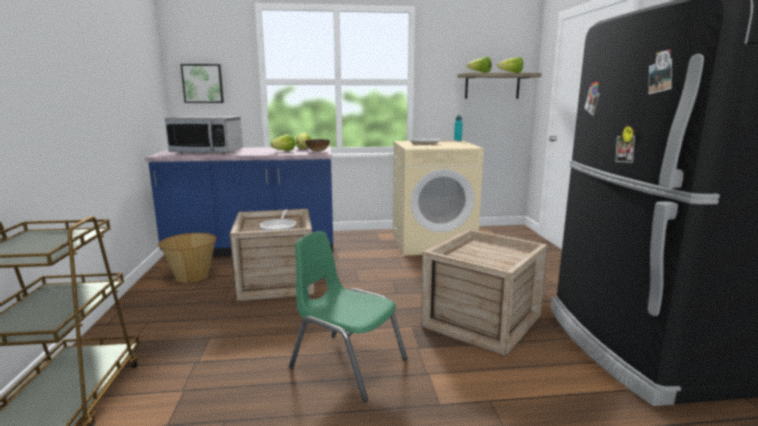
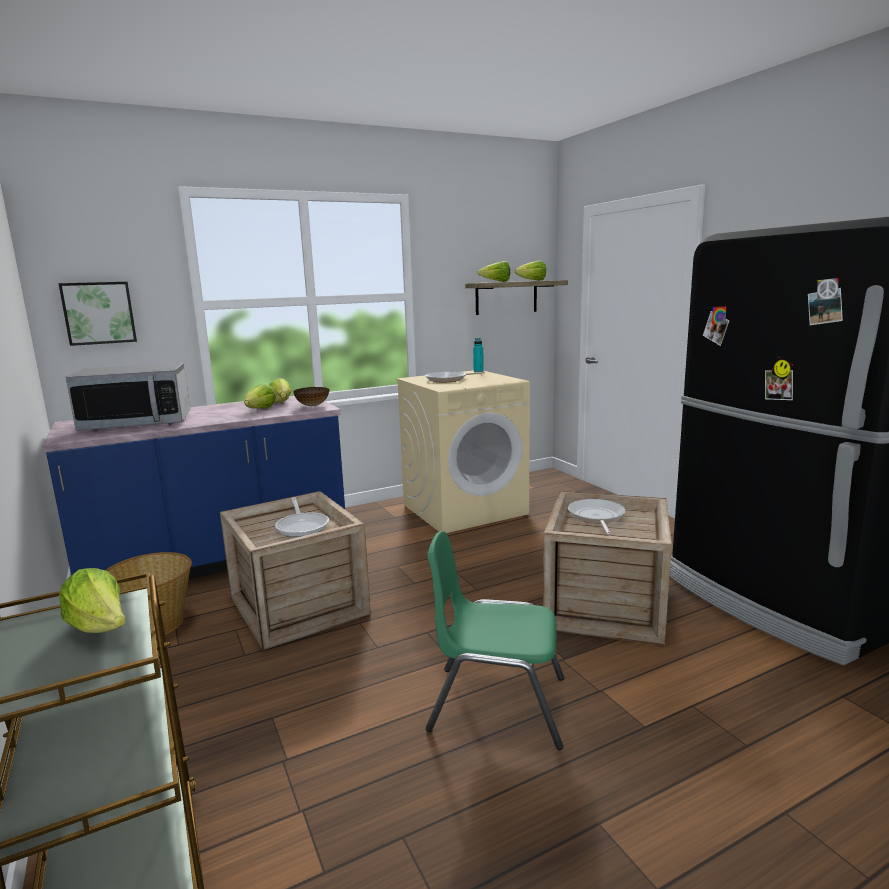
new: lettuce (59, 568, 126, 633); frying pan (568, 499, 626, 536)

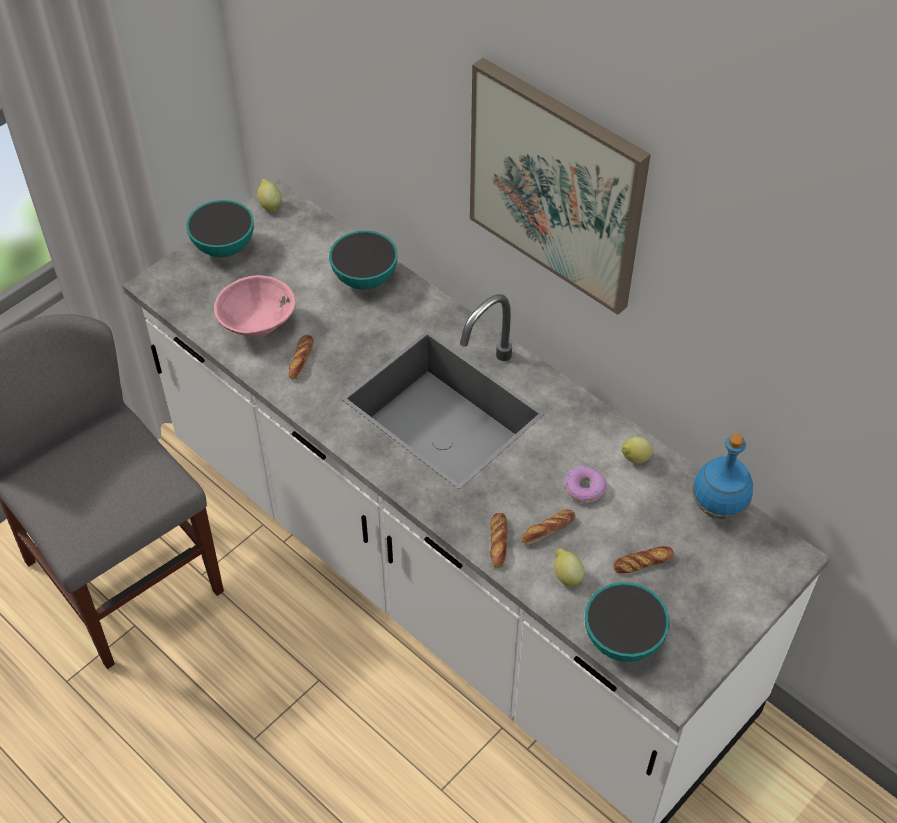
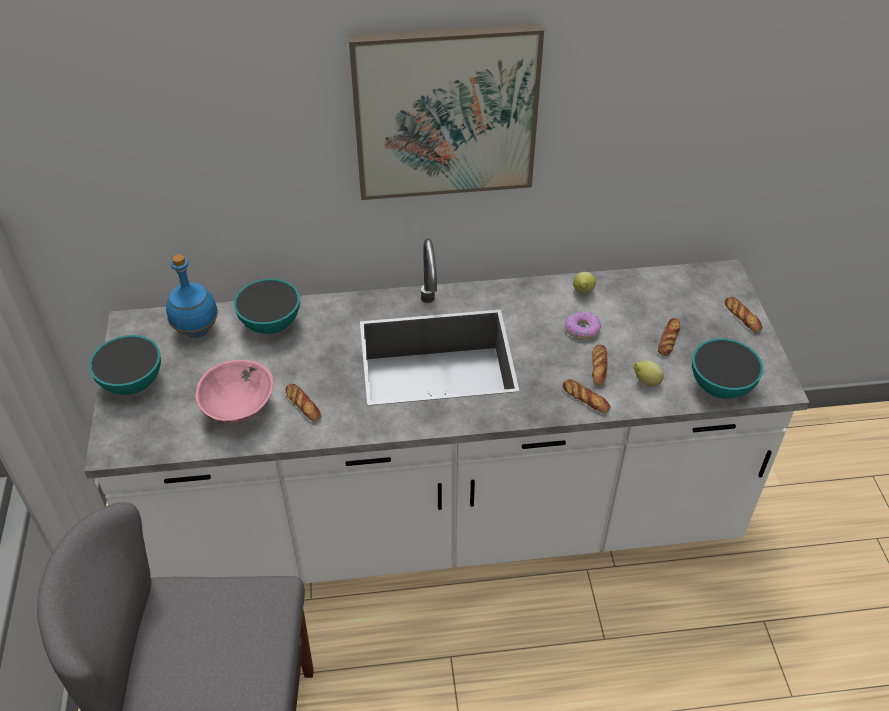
gone: lemon (257, 178, 282, 211)
new: bread (725, 297, 763, 333)
shifted: blue bottle (692, 434, 753, 519) to (166, 254, 218, 338)

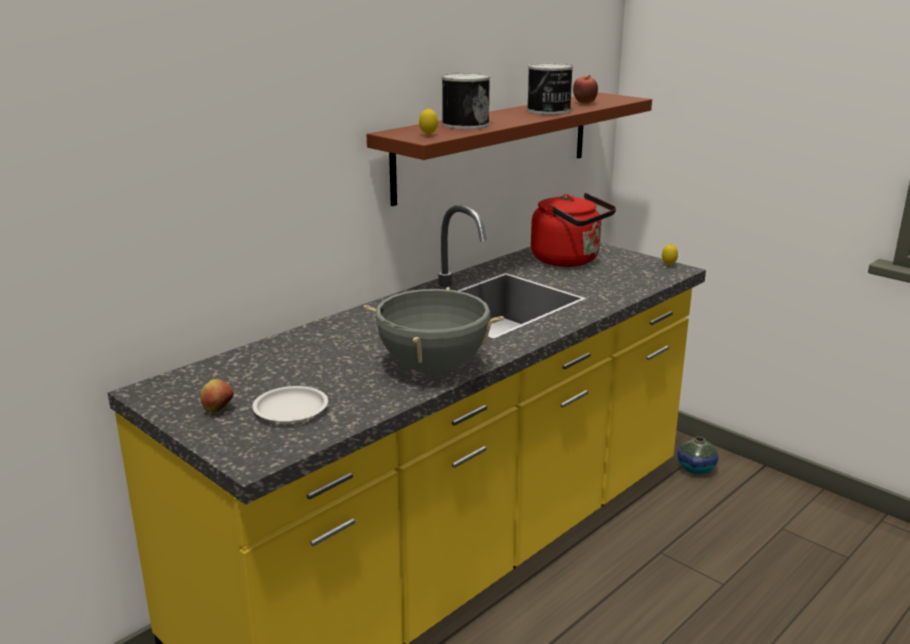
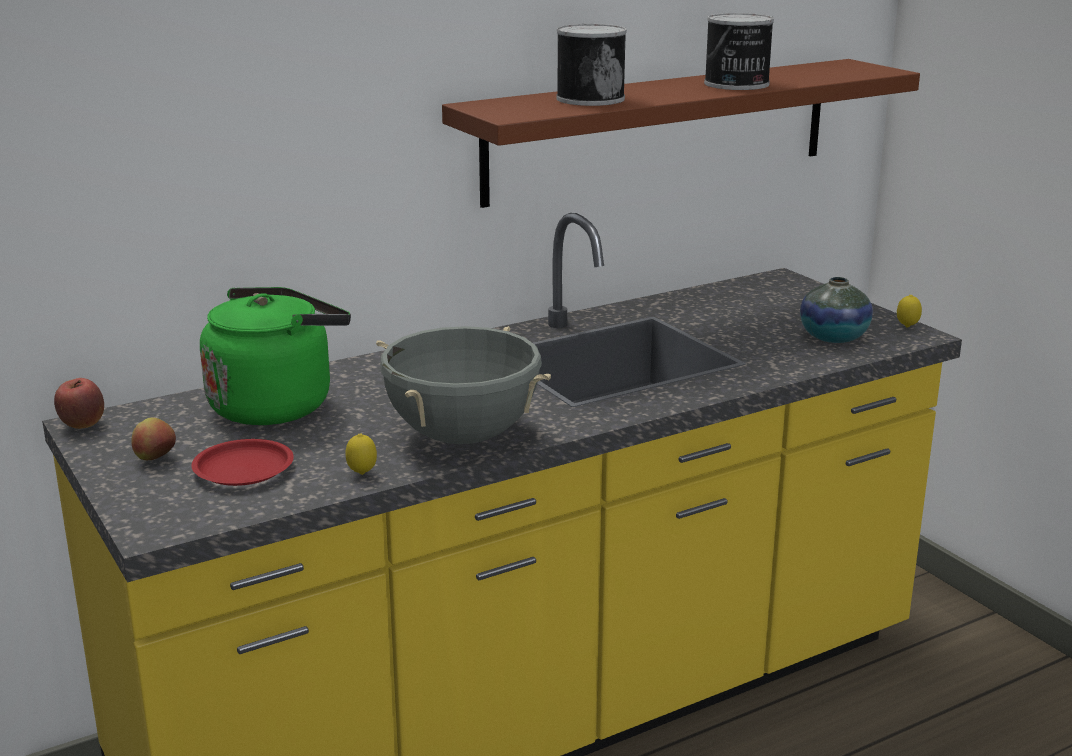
gone: red kettle (531, 193, 616, 267)
new: green kettle (200, 287, 351, 425)
shifted: apple (573, 75, 598, 104) to (54, 378, 104, 429); lemon (419, 108, 438, 136) to (345, 433, 377, 475); vase (677, 437, 719, 475) to (800, 277, 873, 343)
repainted: white plate (252, 386, 328, 423) to red plate (191, 439, 294, 486)

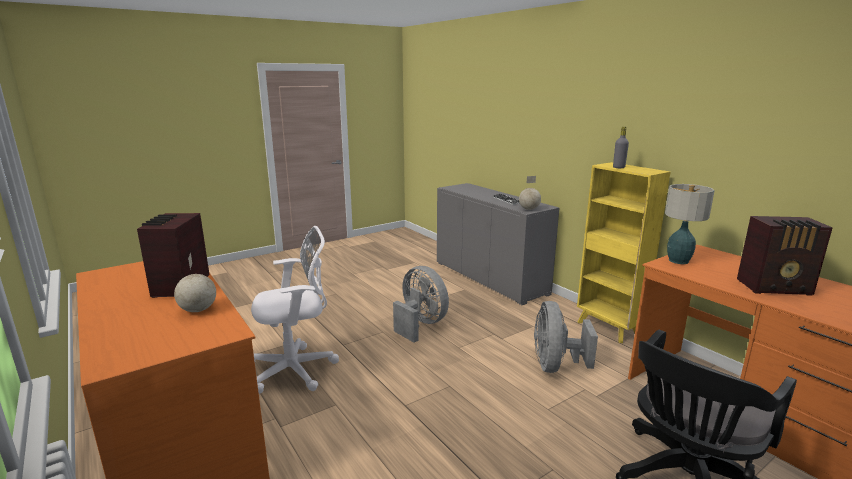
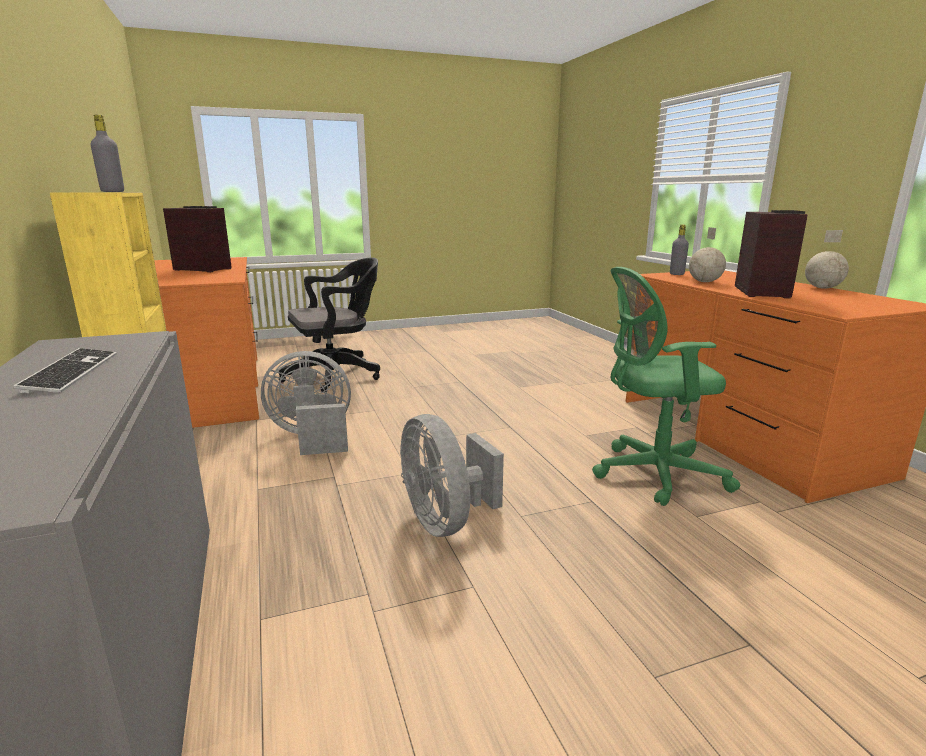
gone: table lamp (665, 184, 715, 264)
new: grey bottle (670, 225, 689, 275)
shifted: globe (519, 176, 541, 210) to (805, 230, 849, 289)
repainted: white office chair (251, 226, 339, 394) to green office chair (593, 267, 740, 506)
rotated: grey fan (534, 301, 598, 373) = (261, 351, 351, 455) 120 degrees counterclockwise

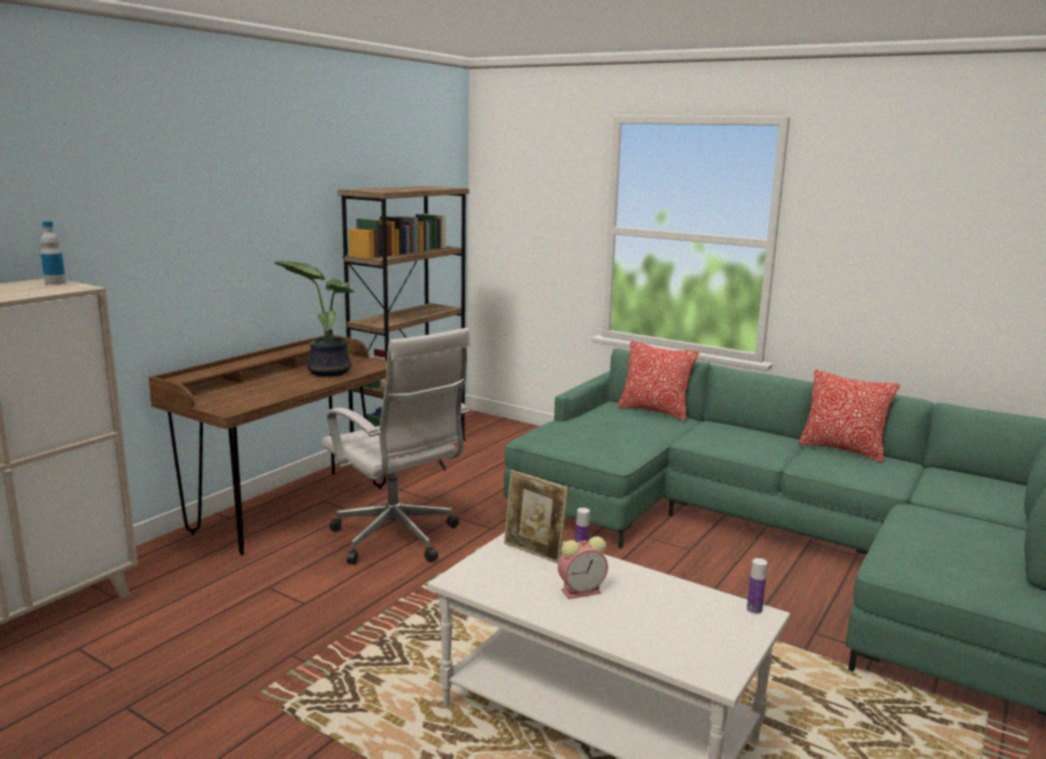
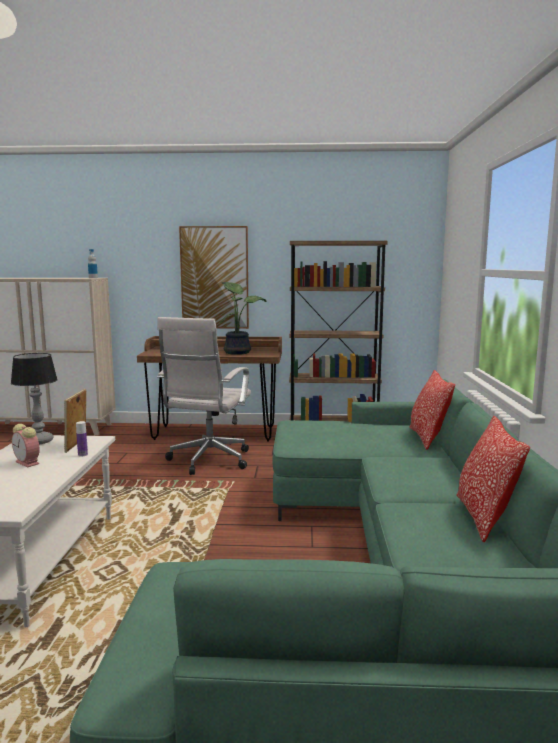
gone: bottle (747, 558, 767, 614)
new: table lamp (11, 353, 58, 444); picture (179, 226, 249, 329)

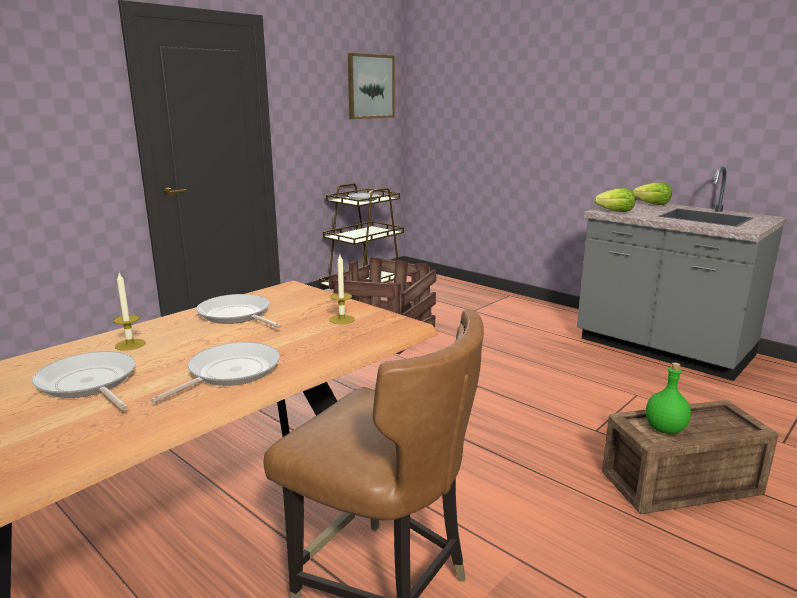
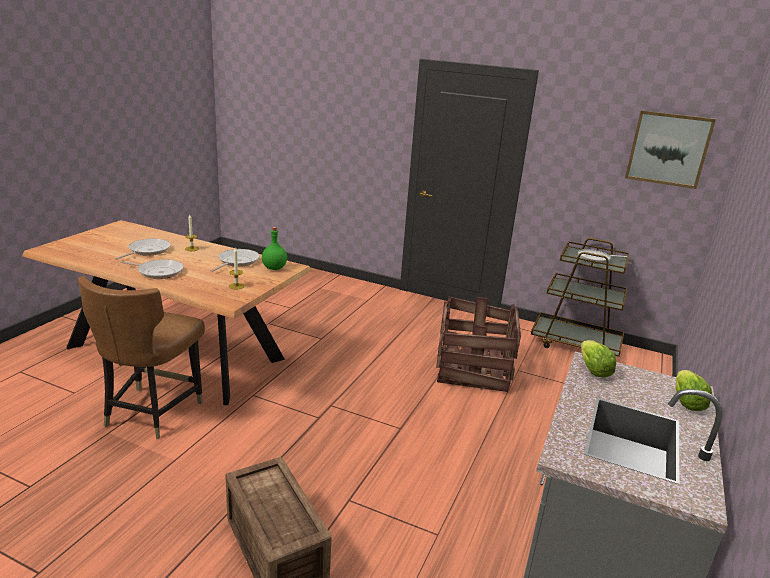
shifted: green bottle (646, 362, 691, 434) to (262, 227, 287, 270)

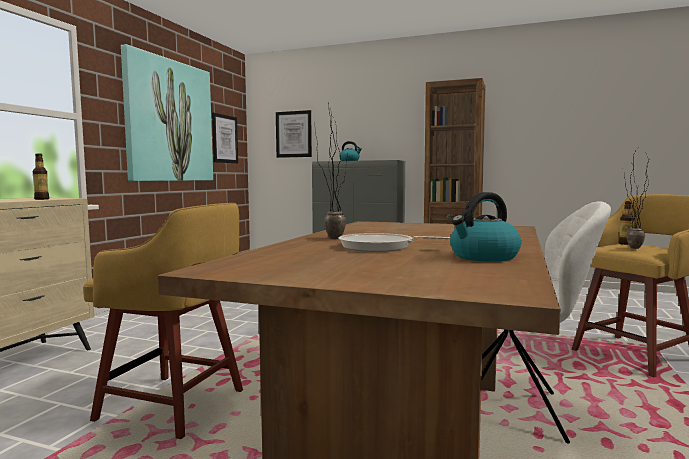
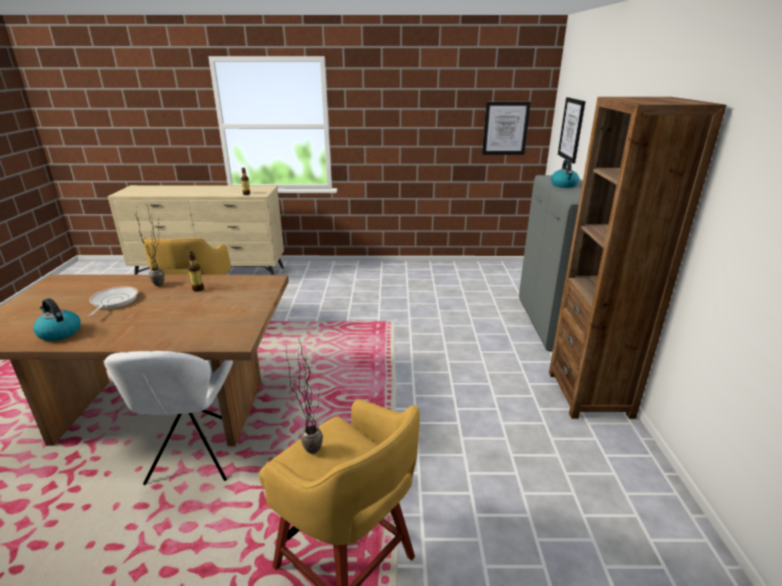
gone: picture (121, 44, 213, 181)
shifted: bottle (619, 201, 634, 245) to (188, 252, 204, 292)

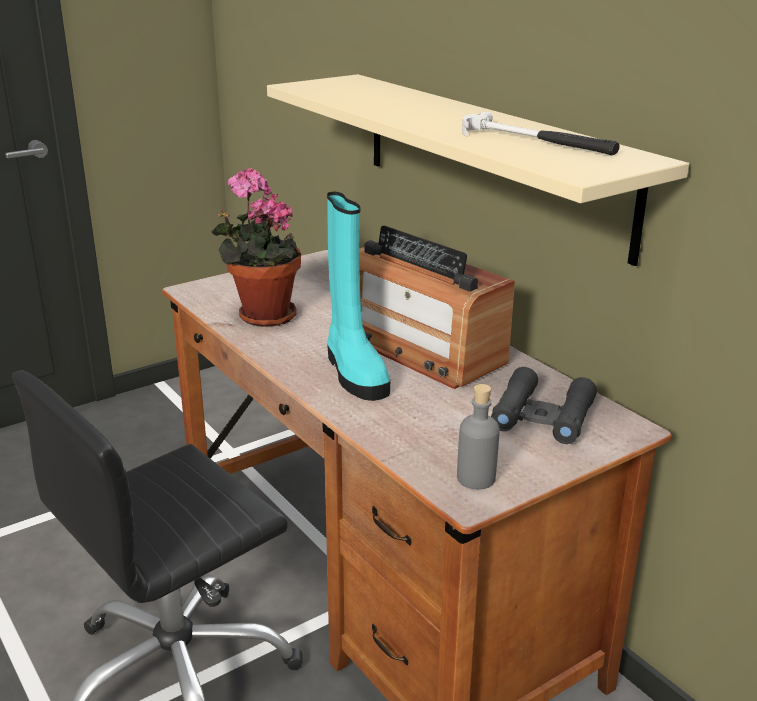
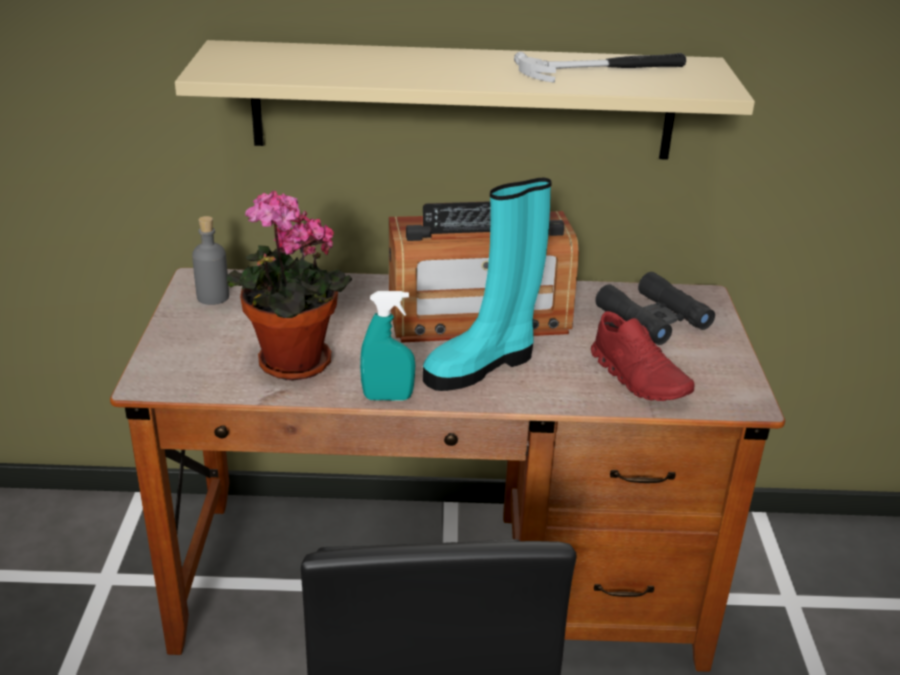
new: turquoise spray bottle (360, 291, 415, 401); red shoe (591, 311, 695, 401)
shifted: grey bottle (457, 384, 500, 489) to (192, 216, 229, 305)
rotated: turquoise boot (327, 192, 390, 401) = (423, 178, 551, 391) 135 degrees clockwise

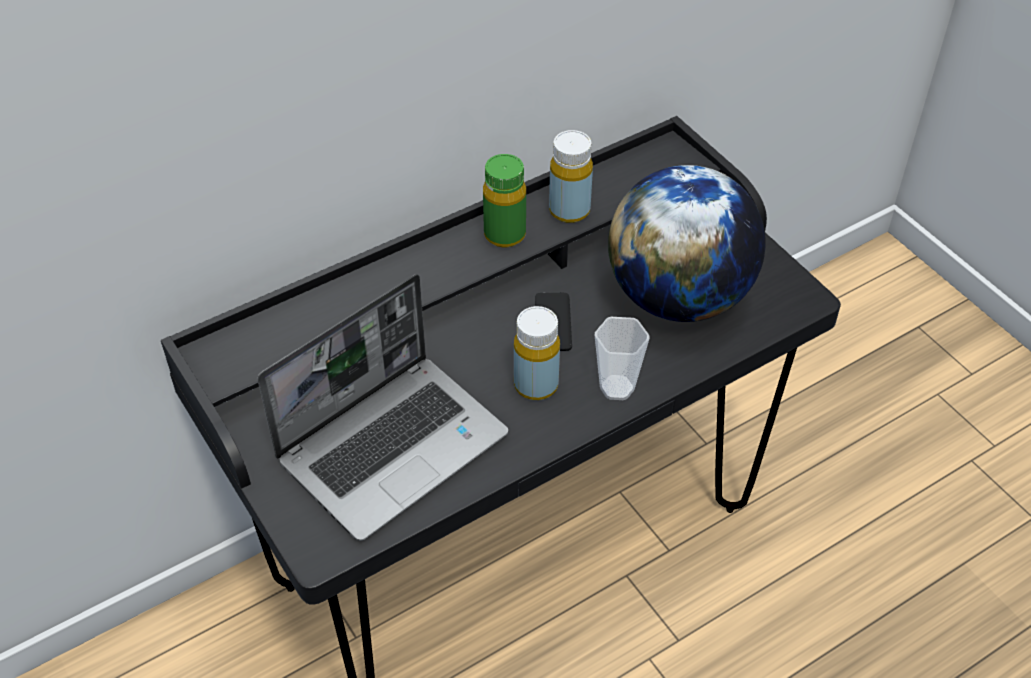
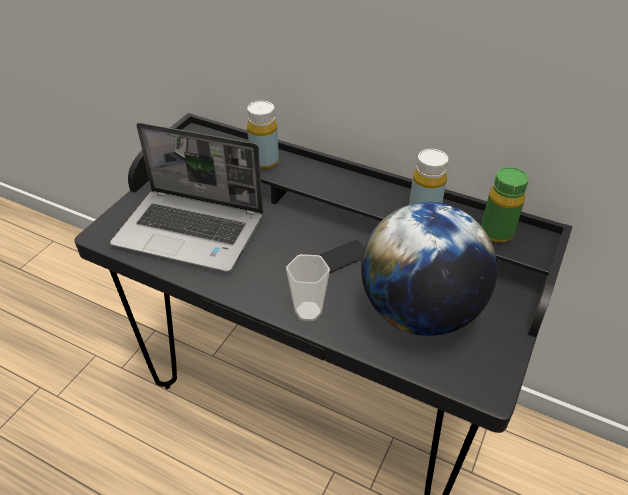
shifted: yellow bottle (514, 306, 560, 400) to (247, 101, 279, 169); green bottle (483, 154, 526, 247) to (481, 167, 529, 243)

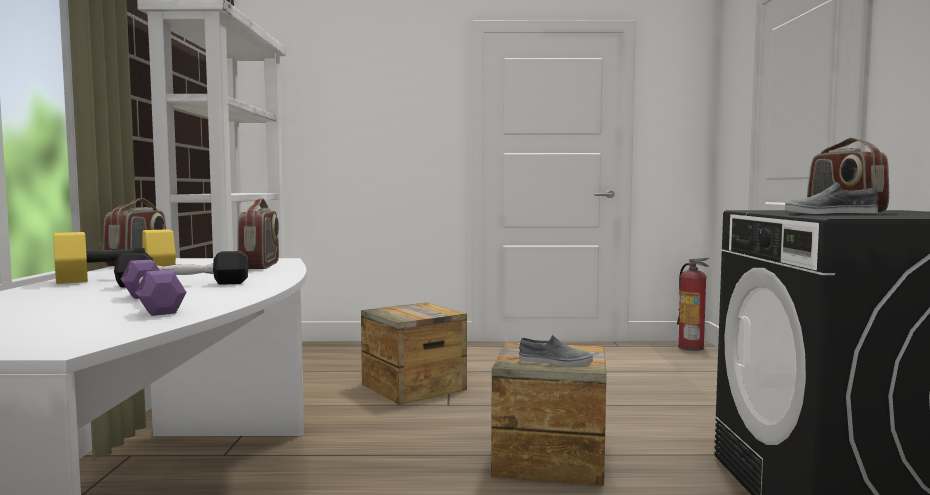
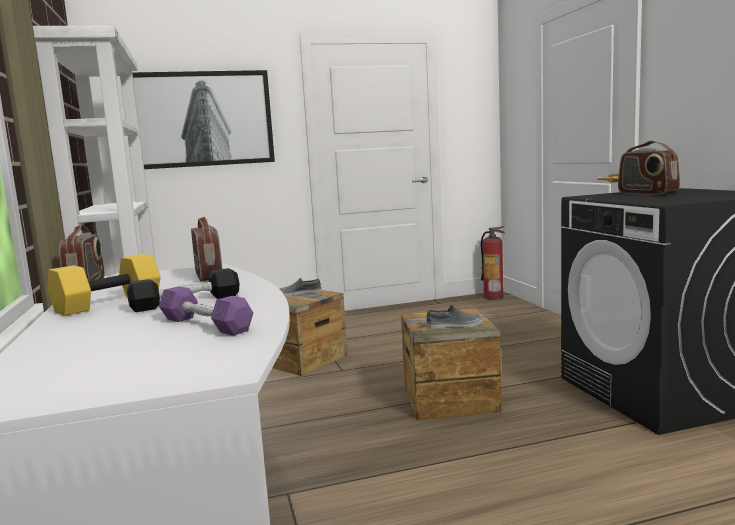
new: picture (132, 70, 275, 169)
shifted: grey shoe (785, 182, 879, 214) to (279, 278, 321, 296)

